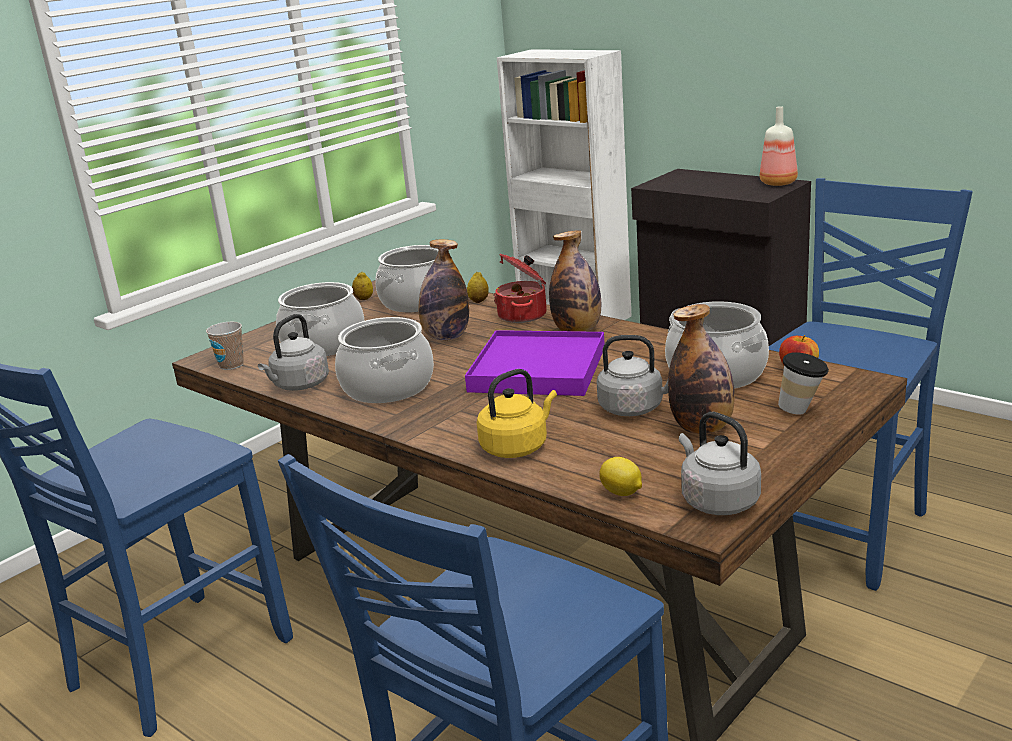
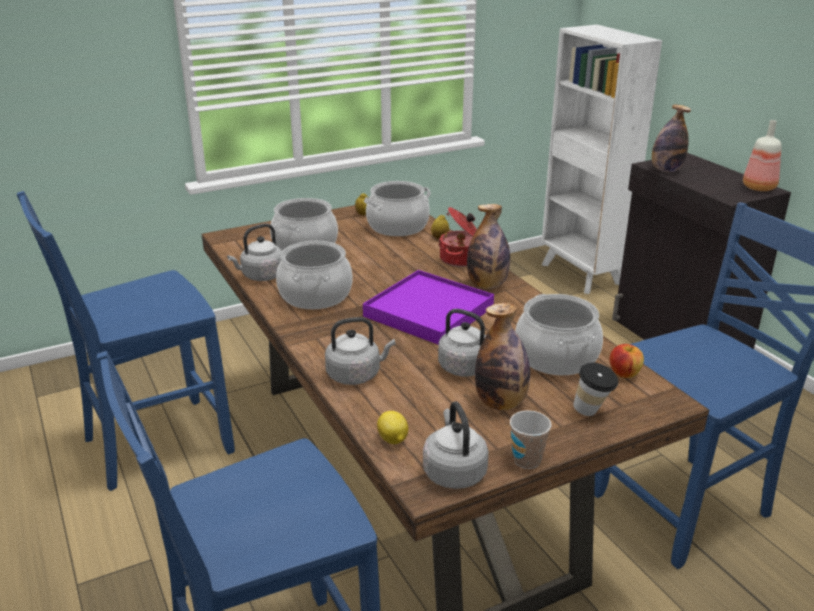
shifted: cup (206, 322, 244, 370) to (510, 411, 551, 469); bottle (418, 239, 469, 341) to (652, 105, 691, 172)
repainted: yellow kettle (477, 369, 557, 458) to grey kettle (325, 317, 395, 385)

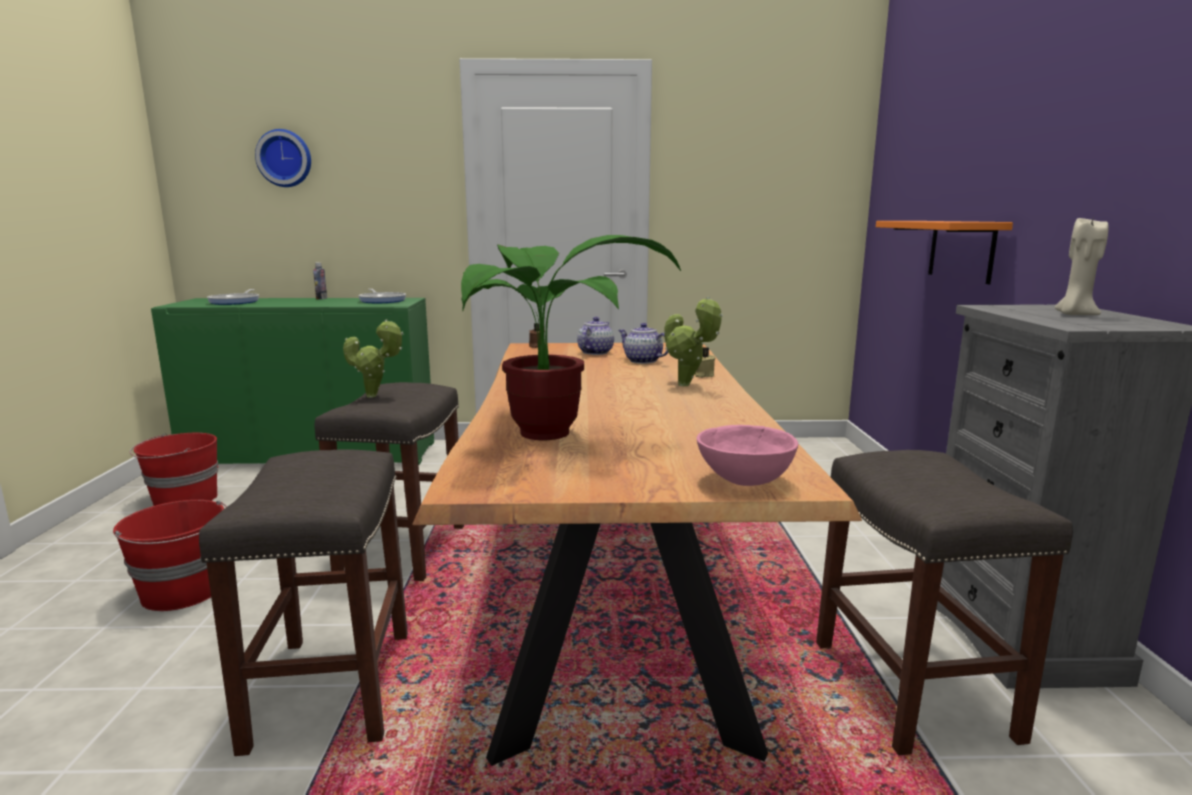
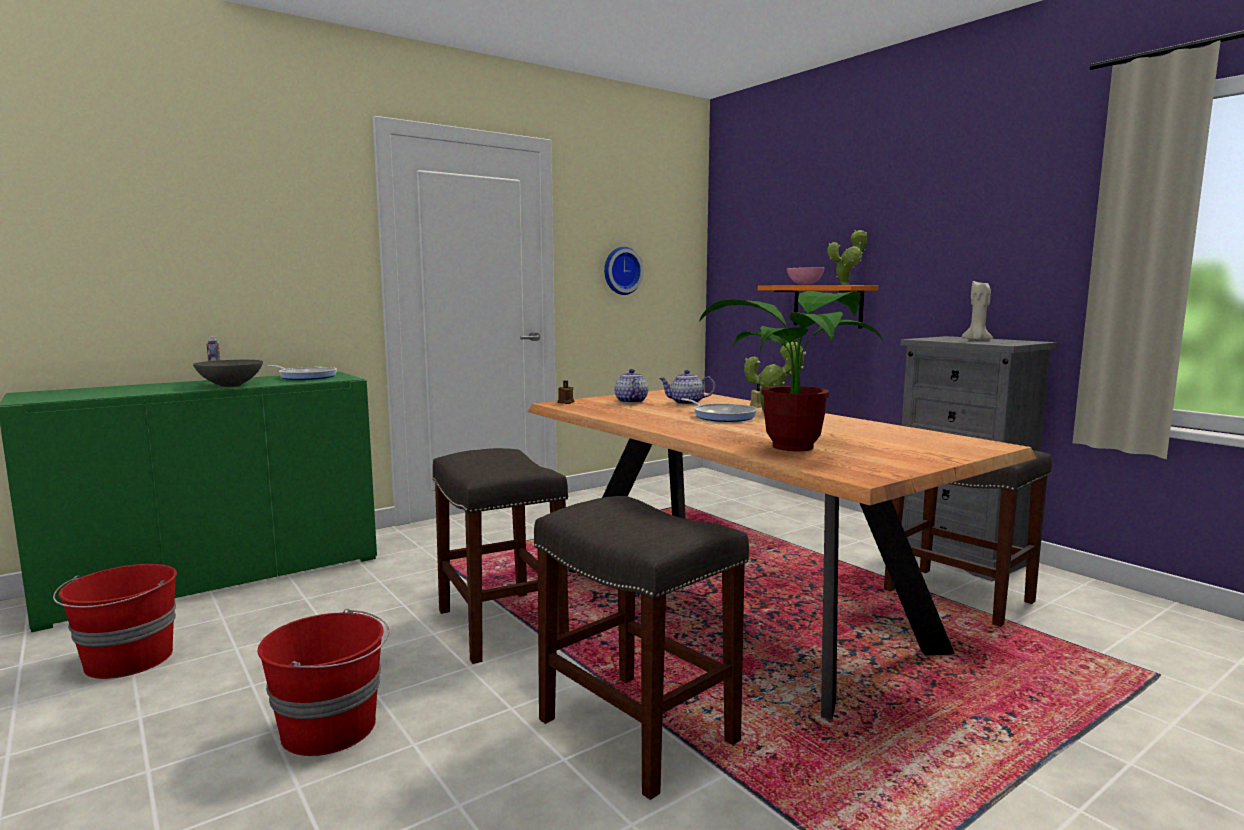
new: grey bowl (193, 360, 263, 387)
shifted: wall clock (255, 129, 311, 187) to (604, 247, 644, 295); frying pan (207, 289, 259, 305) to (681, 399, 757, 422); pink bowl (697, 425, 798, 486) to (787, 267, 825, 285); potted plant (343, 319, 404, 398) to (827, 230, 868, 285)

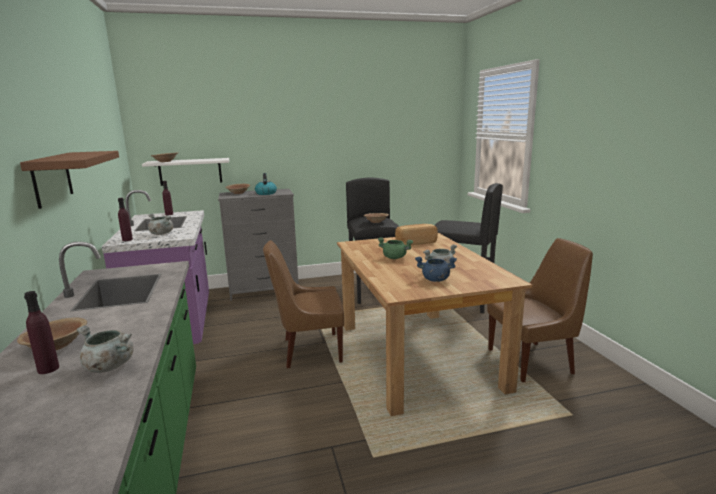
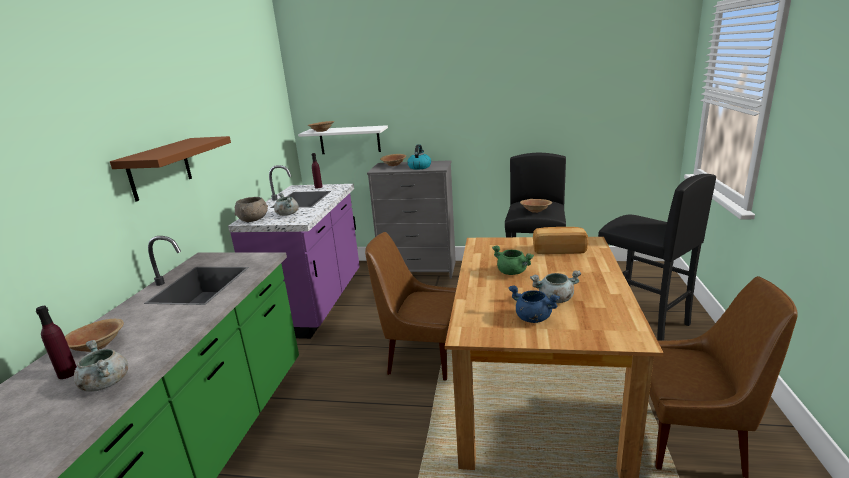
swapped: purple bottle (118, 198, 133, 241) to grey bowl (234, 197, 268, 222)

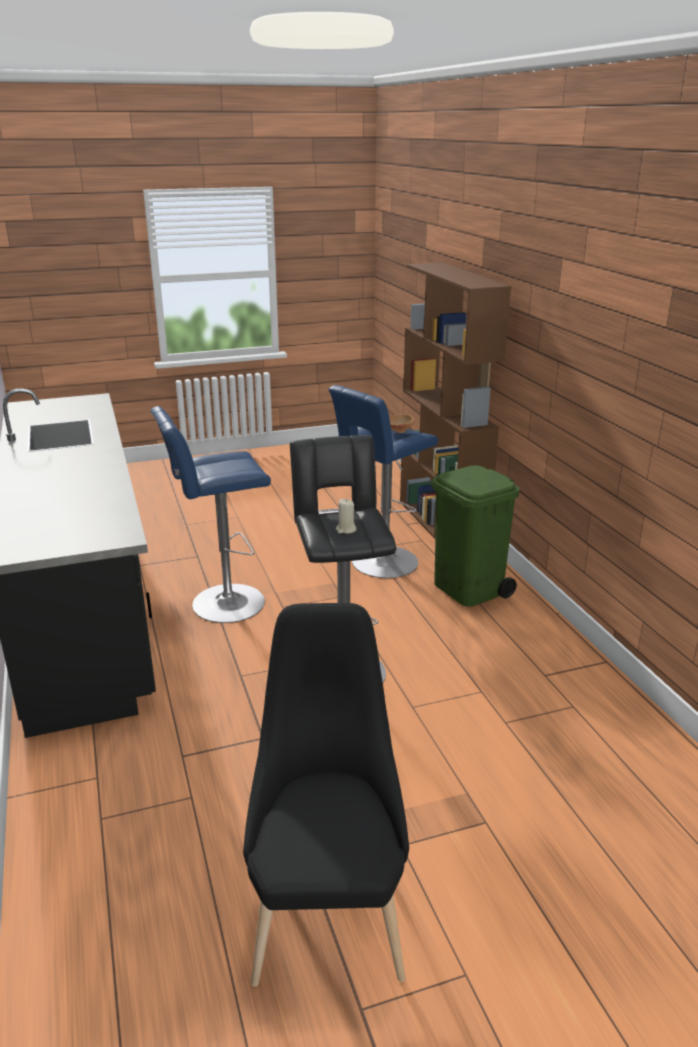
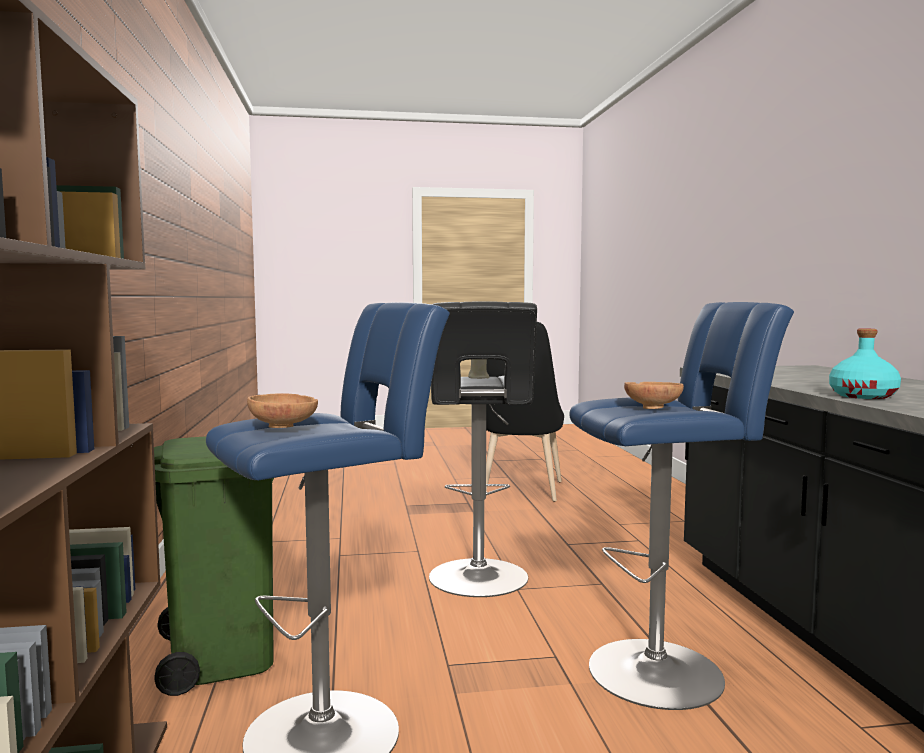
new: brown bowl (624, 382, 684, 409); turquoise bottle (829, 329, 901, 399)

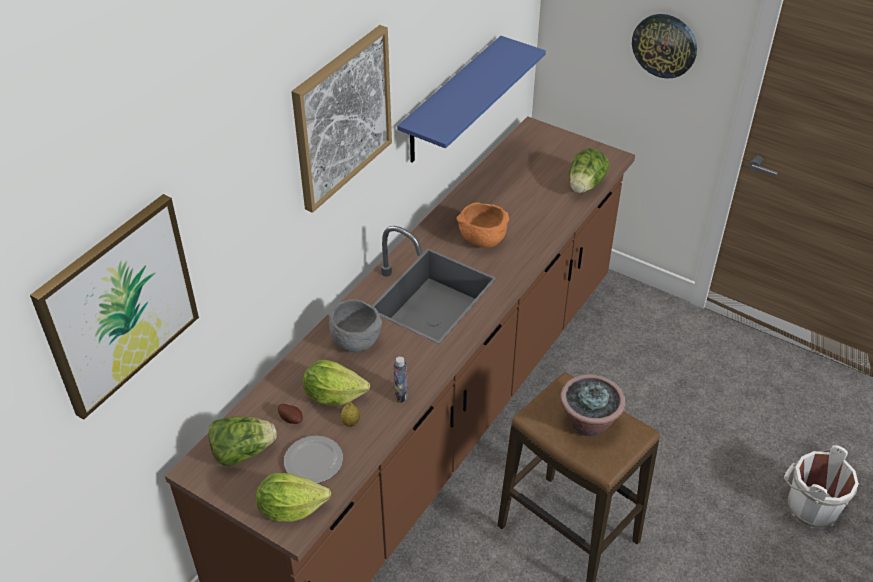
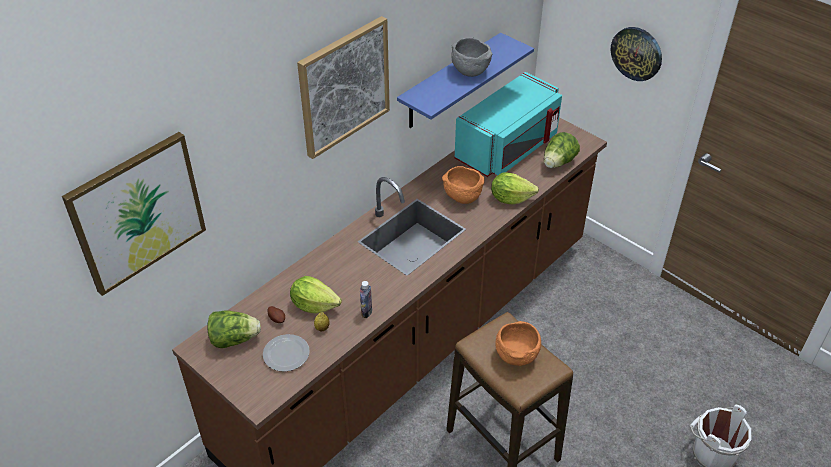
new: turquoise microwave (455, 72, 562, 177)
shifted: grey bowl (328, 299, 382, 352) to (451, 38, 492, 77); lettuce (256, 473, 331, 522) to (491, 172, 539, 205)
swapped: potted plant (560, 374, 625, 436) to orange bowl (496, 321, 541, 366)

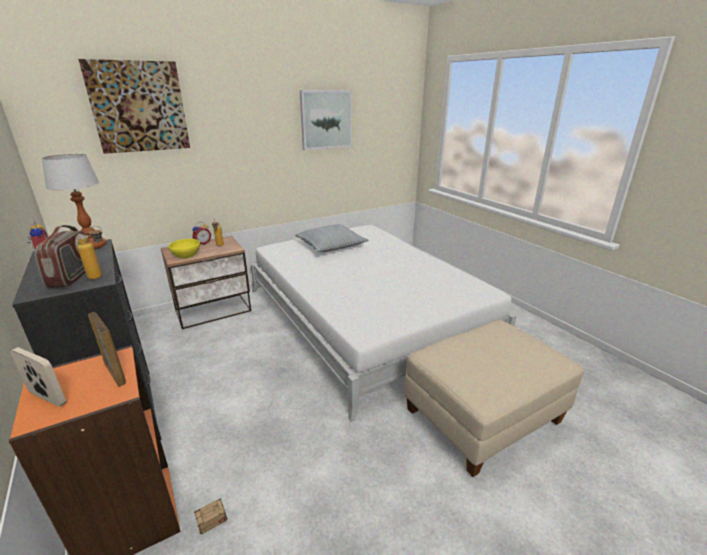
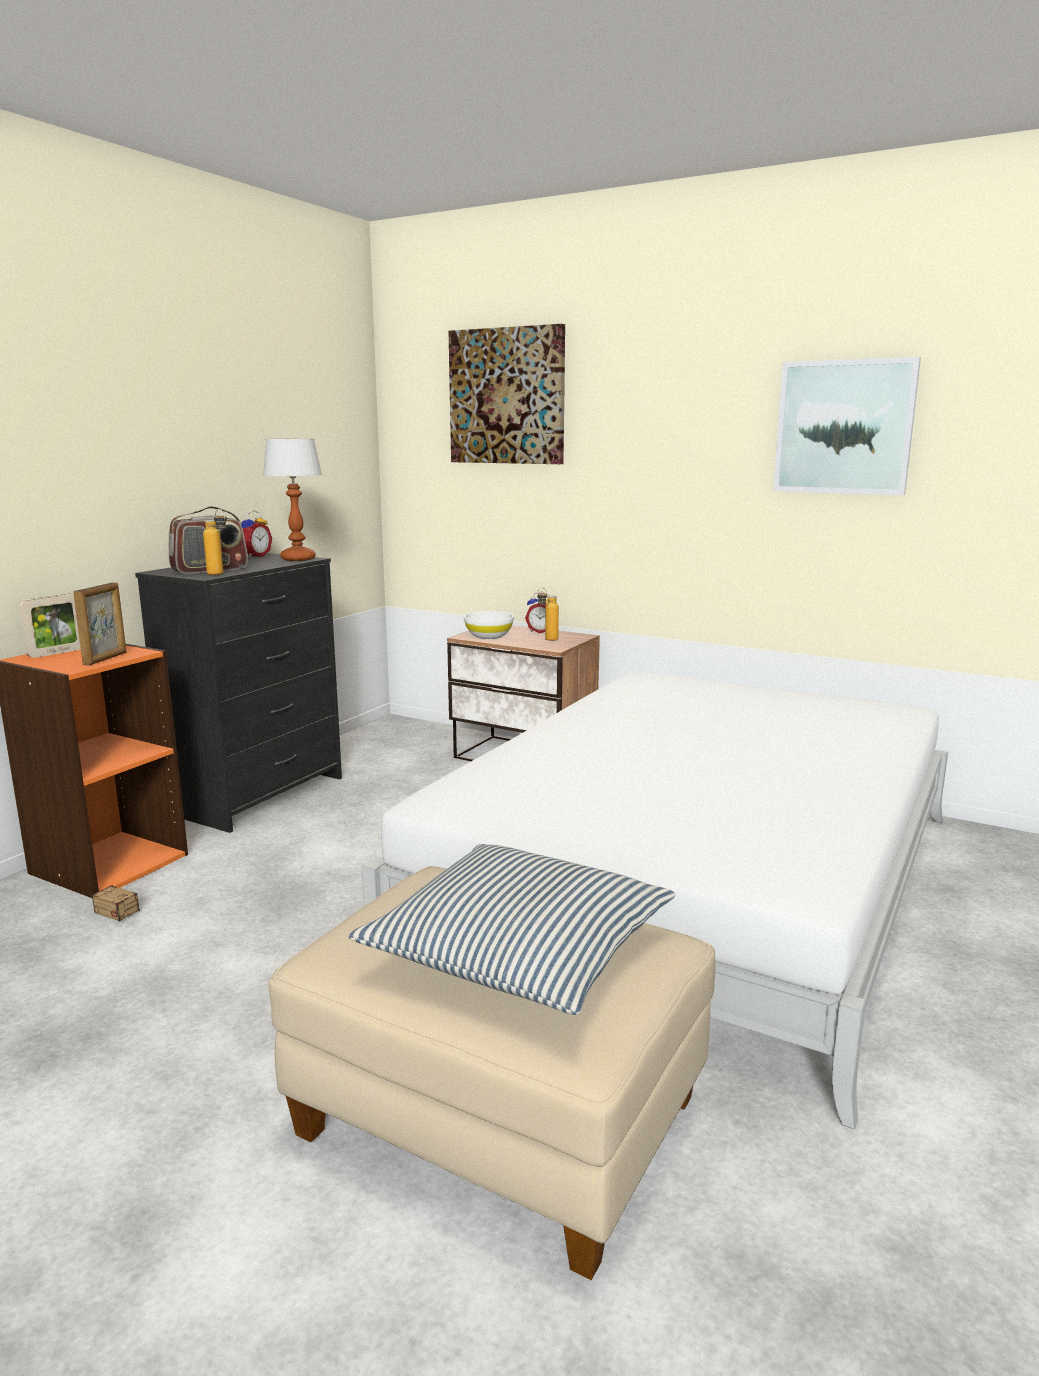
shifted: pillow (295, 224, 368, 252) to (349, 844, 676, 1015)
repainted: yellow bowl (168, 239, 200, 258) to white bowl (464, 611, 514, 639)
rotated: picture frame (10, 347, 66, 407) = (19, 593, 81, 658) 45 degrees clockwise

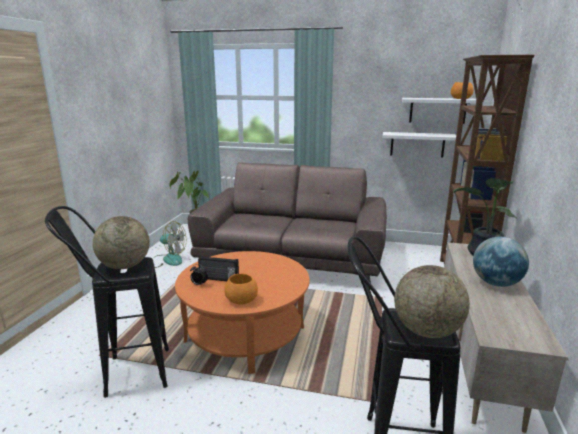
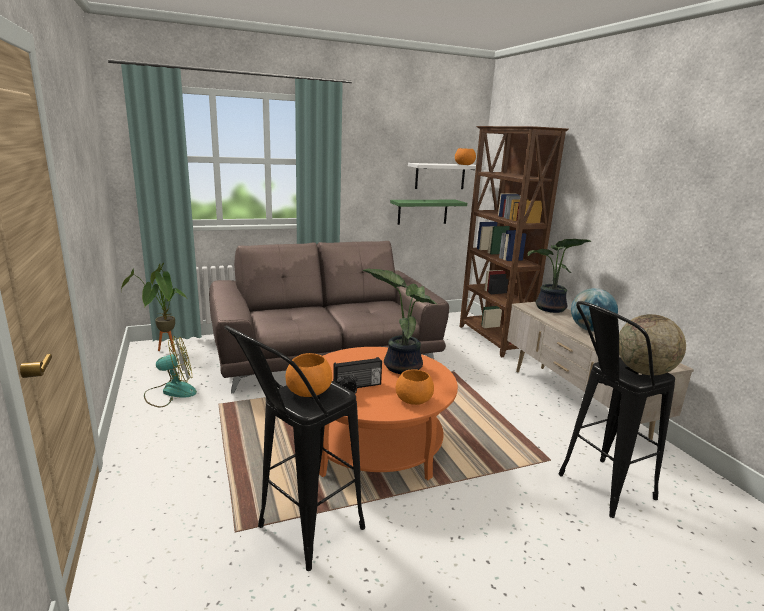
new: potted plant (363, 268, 438, 374)
swapped: globe (93, 216, 150, 269) to orange bowl (286, 353, 332, 397)
repainted: white shelf (382, 132, 456, 158) to green shelf (390, 200, 467, 225)

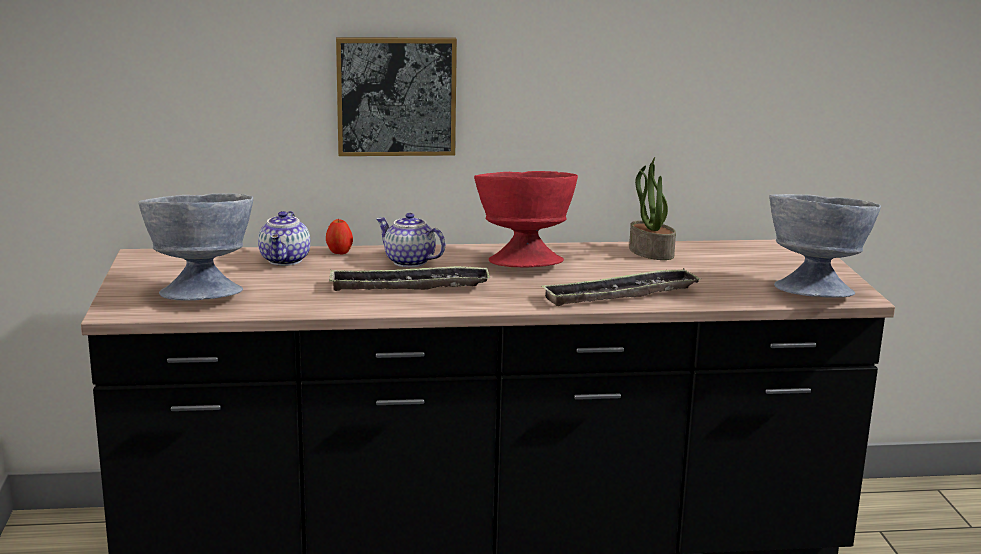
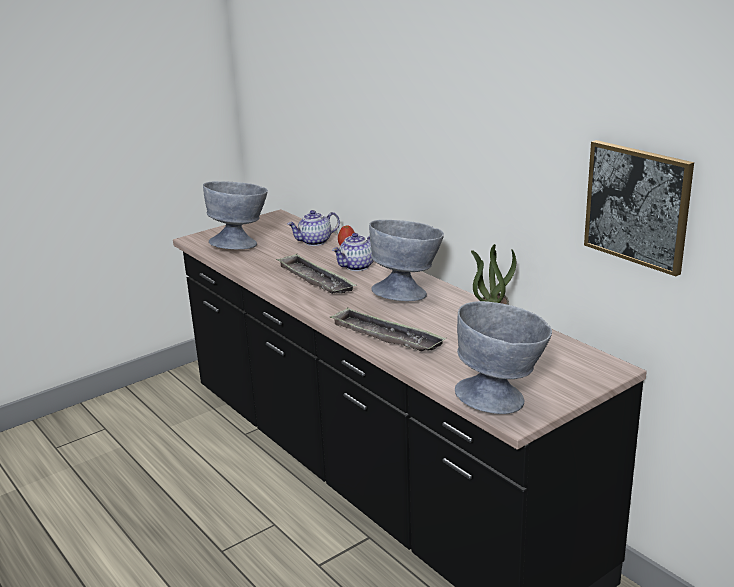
shifted: picture (336, 37, 457, 156) to (584, 140, 694, 276)
repainted: red bowl (474, 171, 578, 268) to grey bowl (369, 220, 444, 301)
rotated: teapot (376, 213, 445, 267) = (332, 233, 373, 271) 135 degrees counterclockwise

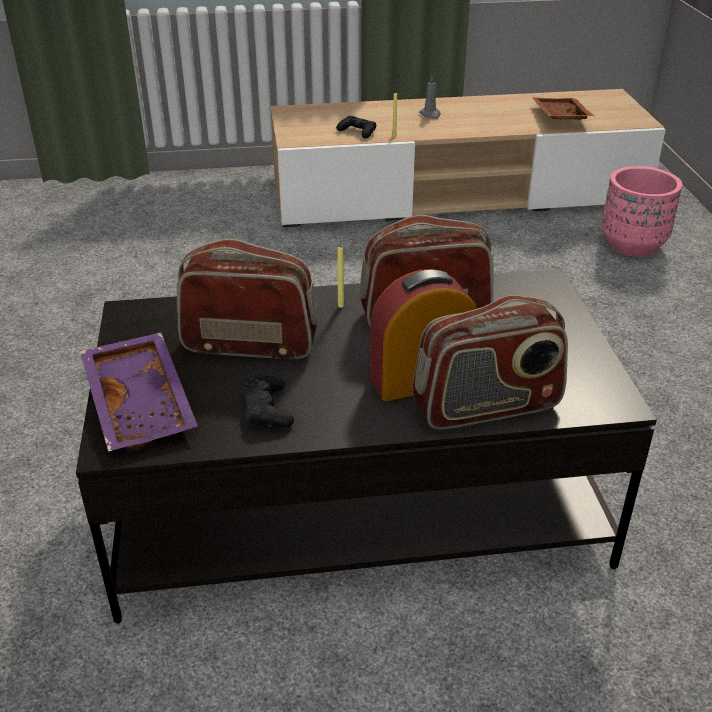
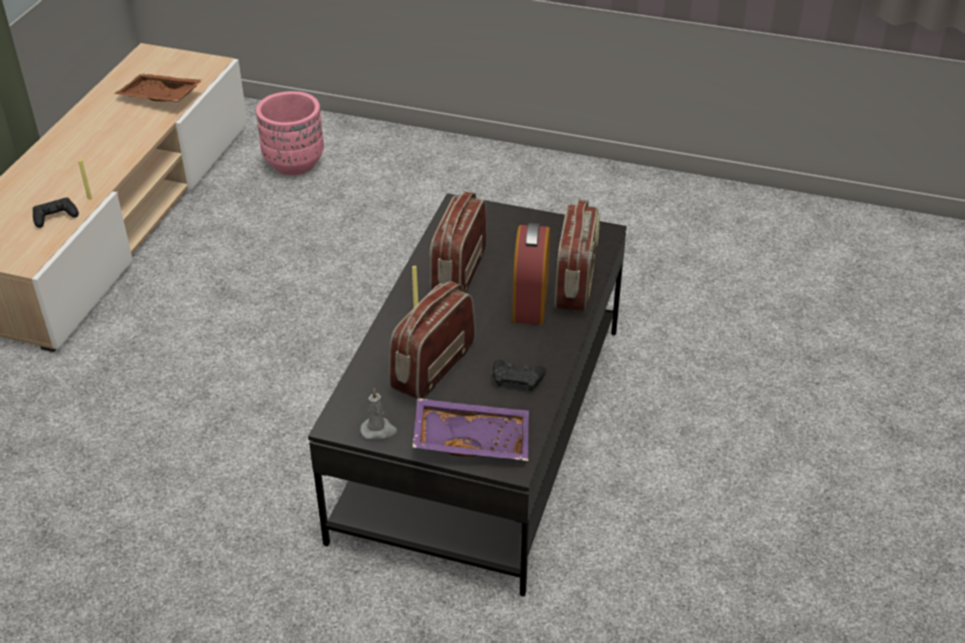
shifted: grey candle (419, 76, 441, 119) to (360, 388, 397, 440)

